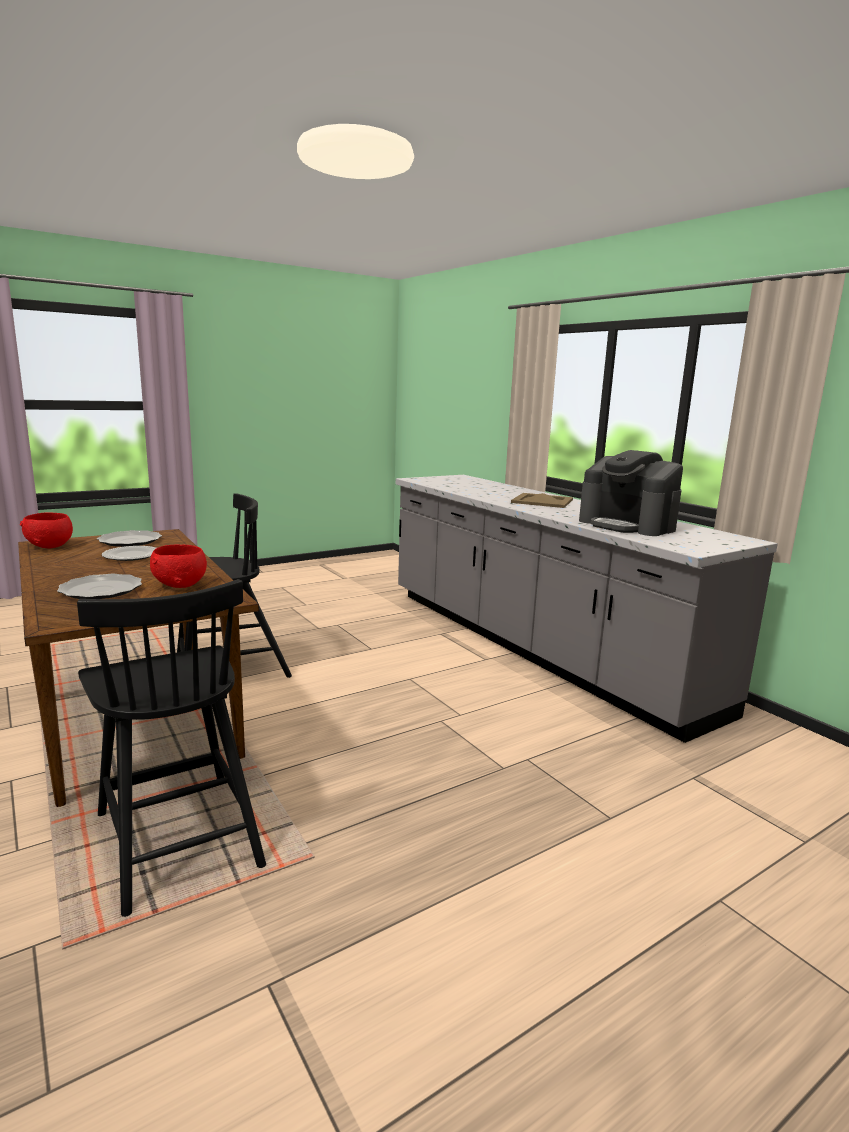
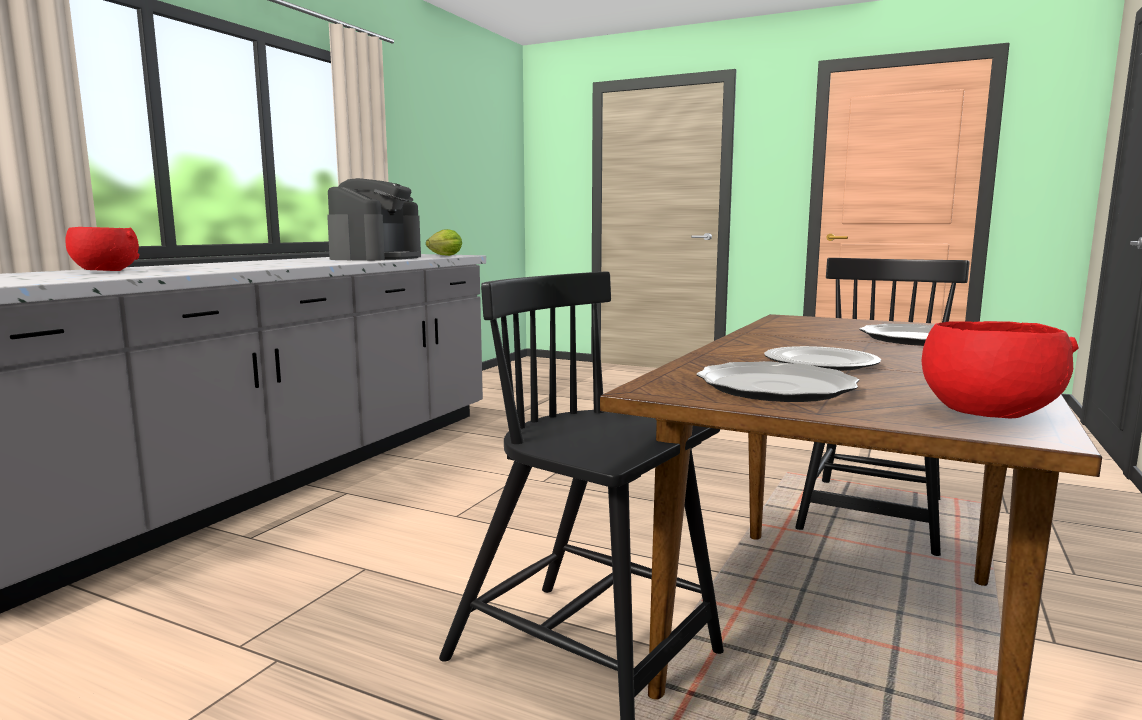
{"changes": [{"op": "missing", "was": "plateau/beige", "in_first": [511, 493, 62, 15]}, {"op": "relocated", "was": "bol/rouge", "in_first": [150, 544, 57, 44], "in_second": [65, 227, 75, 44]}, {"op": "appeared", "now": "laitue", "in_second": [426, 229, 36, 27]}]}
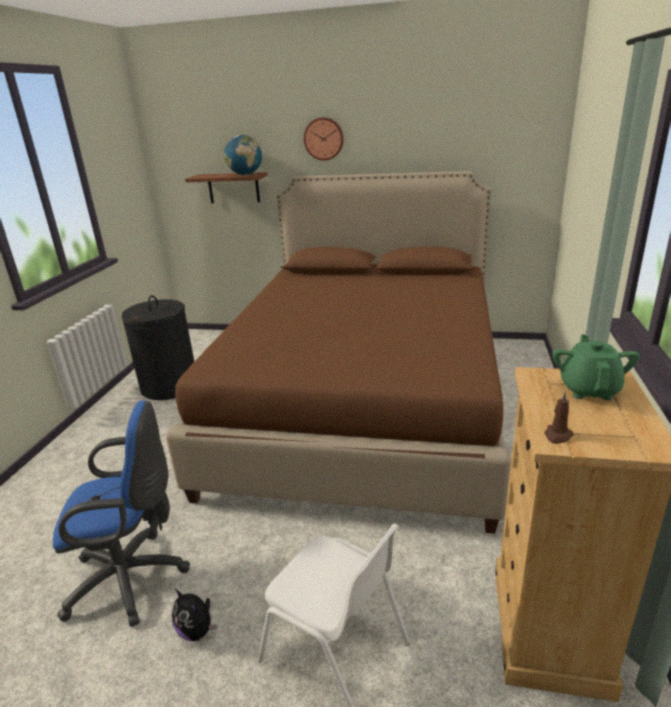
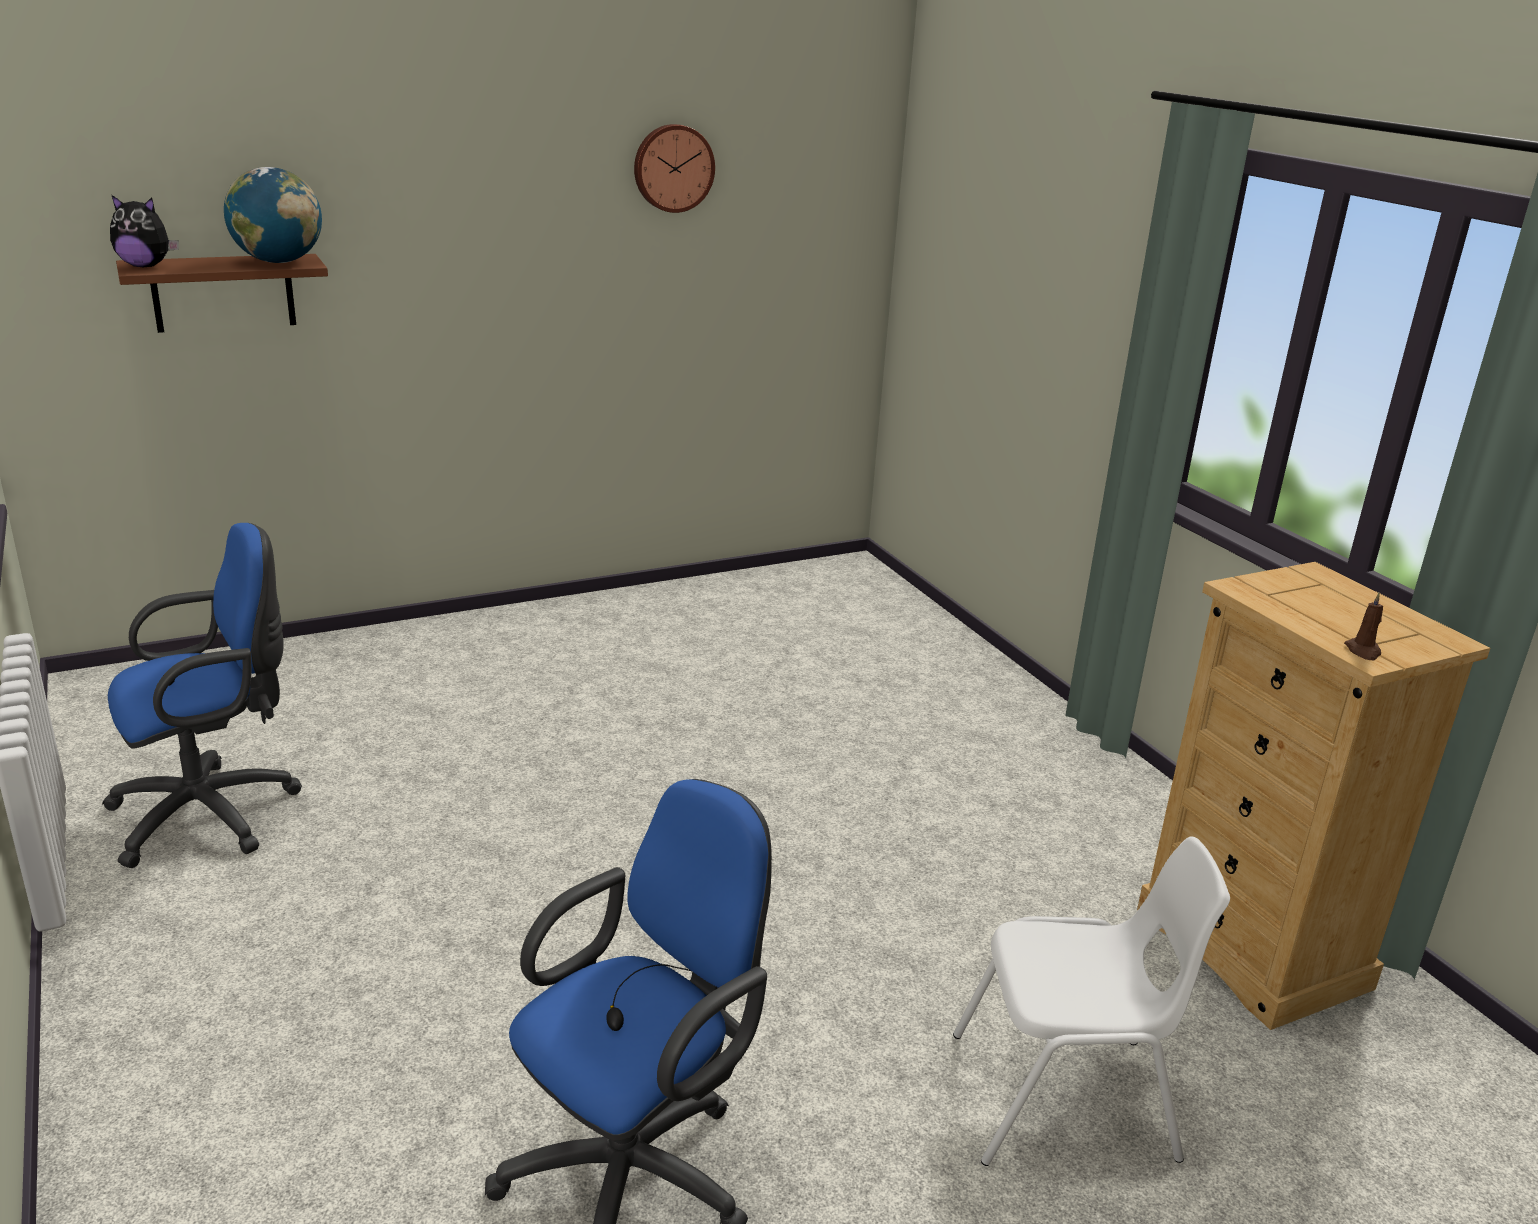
{"changes": [{"op": "relocated", "was": "horloge murale", "in_first": [304, 117, 40, 44], "in_second": [634, 124, 81, 89]}, {"op": "missing", "was": "lit/marron", "in_first": [166, 171, 345, 363]}, {"op": "exchanged", "was": "panier à linge/noir", "now": "chaise de bureau/bleu", "in_first": [122, 295, 72, 105], "in_second": [102, 523, 200, 345]}, {"op": "missing", "was": "théière/vert", "in_first": [552, 335, 88, 65]}, {"op": "relocated", "was": "peluche", "in_first": [172, 589, 45, 52], "in_second": [110, 195, 69, 72]}]}
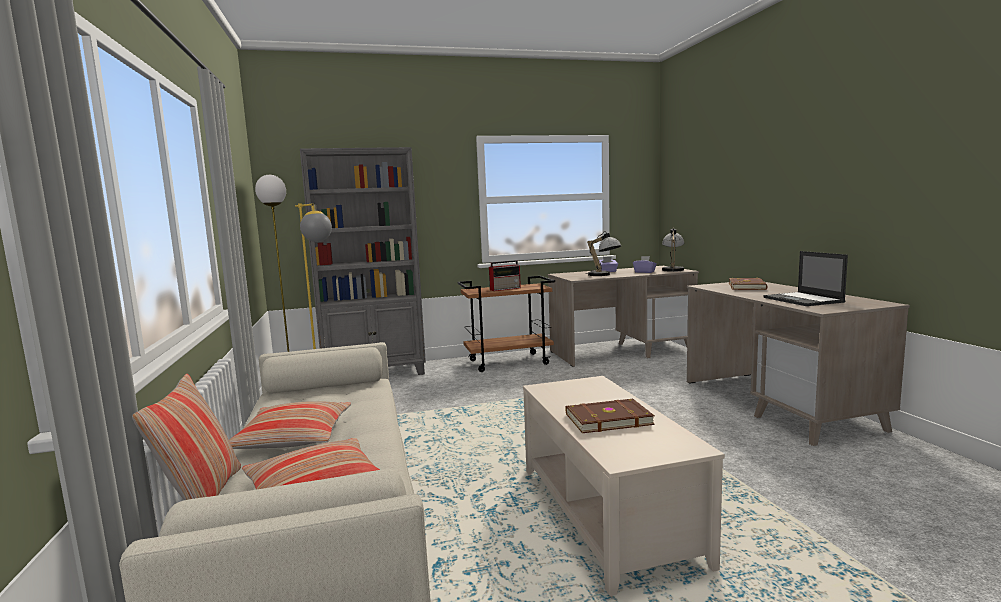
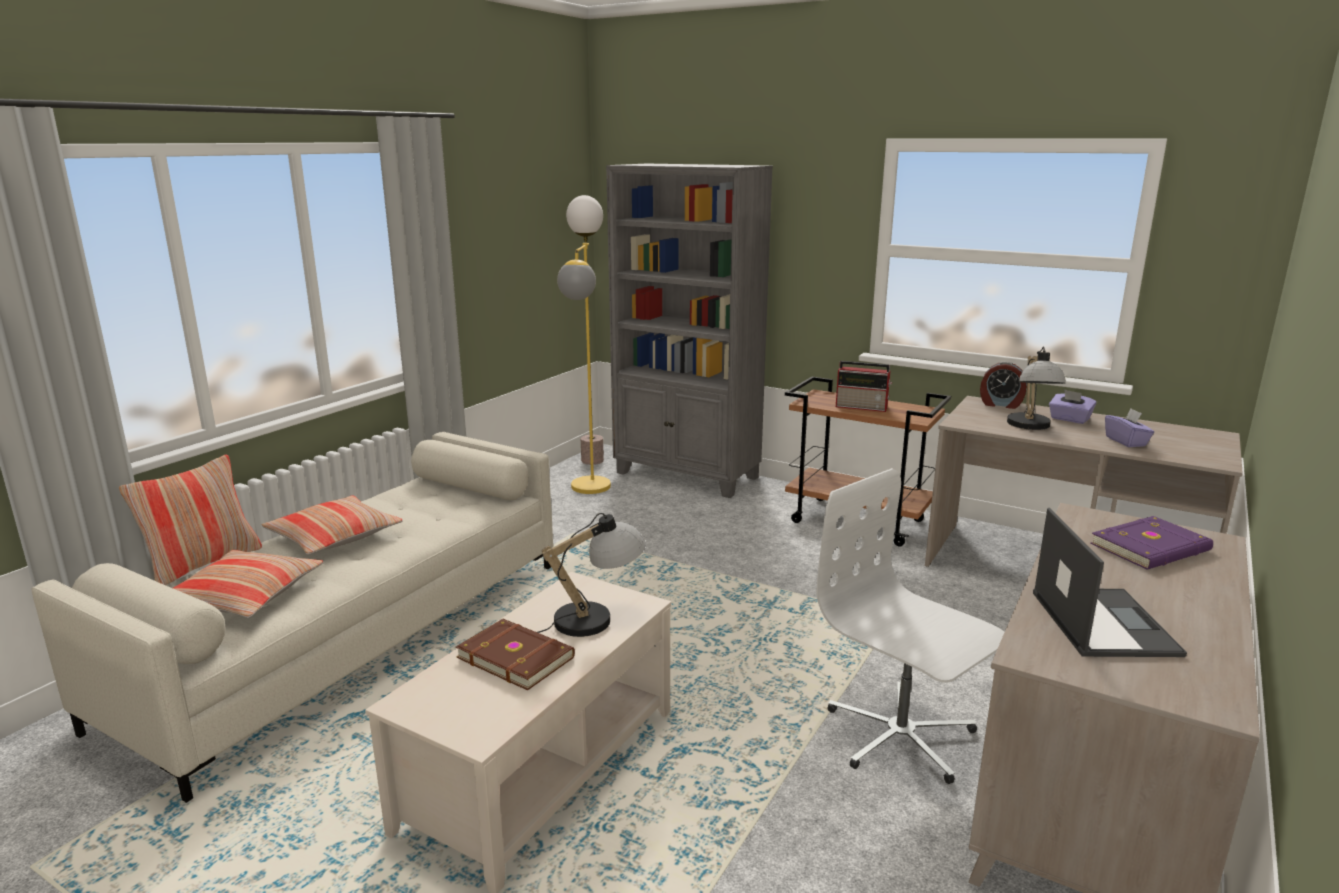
{"changes": [{"op": "relocated", "was": "lampe de table", "in_first": [662, 227, 22, 45], "in_second": [537, 513, 109, 124]}, {"op": "spun", "was": "ordinateur portable", "in_first": [763, 251, 85, 55], "in_second": [1033, 508, 154, 149], "clockwise": 150}, {"op": "colour", "was": "livre/marron", "now": "livre/violet", "in_first": [729, 278, 39, 12], "in_second": [1090, 516, 123, 54]}, {"op": "appeared", "now": "réveil", "in_second": [980, 362, 47, 47]}, {"op": "appeared", "now": "chaise de bureau/blanc", "in_second": [816, 468, 188, 316]}]}
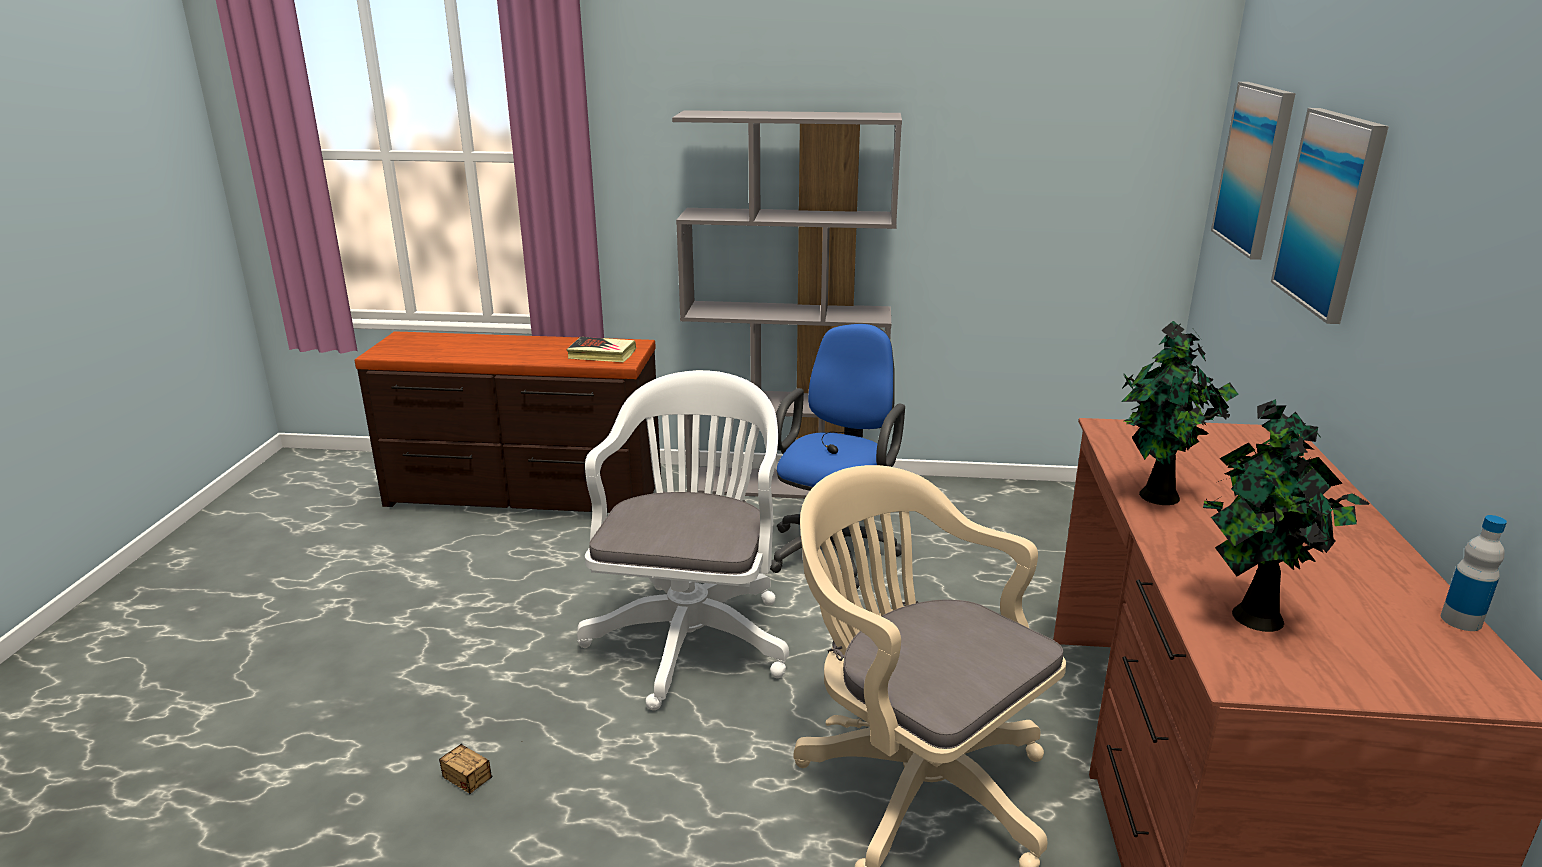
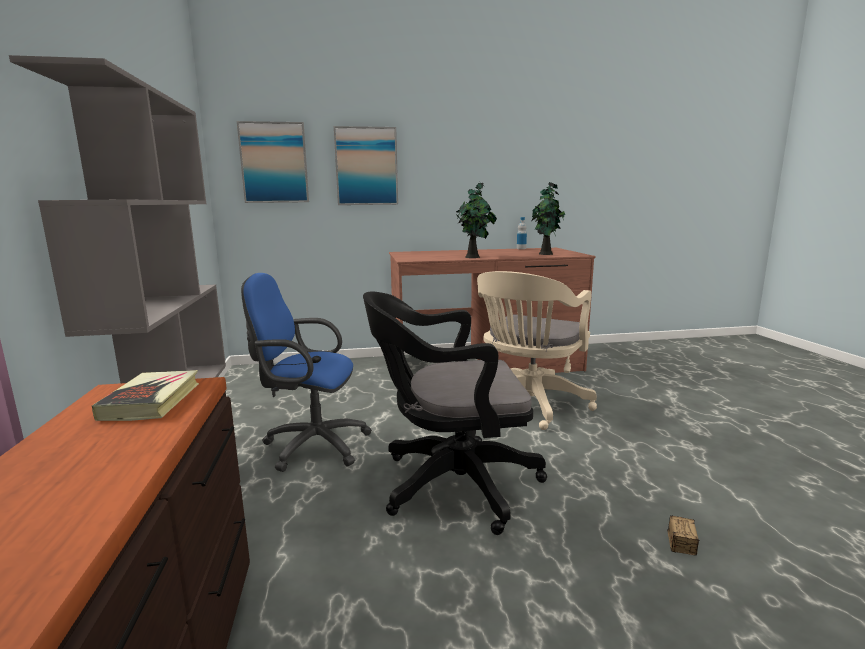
{"changes": [{"op": "colour", "was": "chaise de bureau/blanc", "now": "chaise de bureau/noir", "in_first": [577, 370, 212, 340], "in_second": [363, 292, 184, 243]}]}
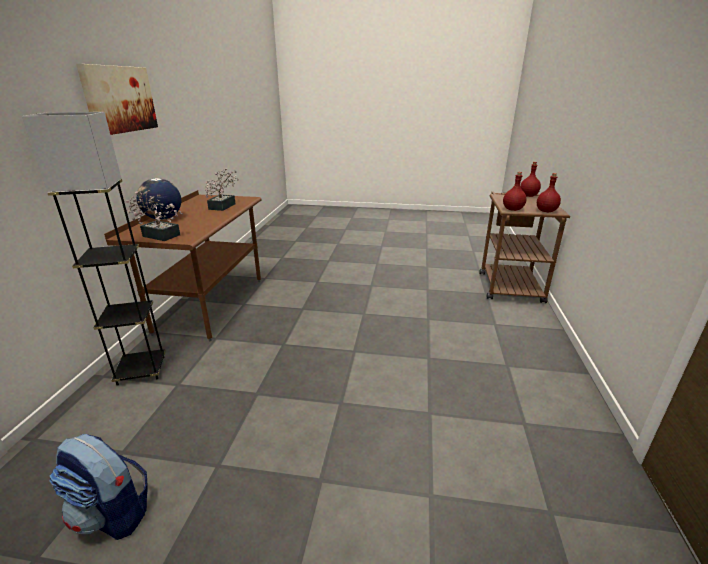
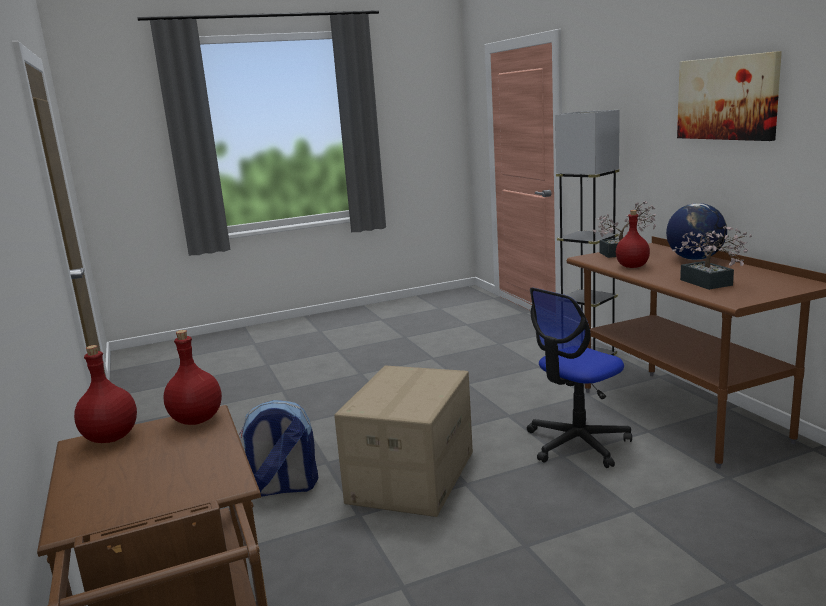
{"changes": [{"op": "relocated", "was": "bouteille/rouge", "in_first": [520, 162, 21, 35], "in_second": [616, 210, 34, 58]}, {"op": "relocated", "was": "sac à dos", "in_first": [49, 434, 99, 106], "in_second": [239, 400, 79, 97]}, {"op": "appeared", "now": "chaise de bureau", "in_second": [527, 287, 105, 181]}, {"op": "appeared", "now": "carton", "in_second": [334, 365, 139, 152]}]}
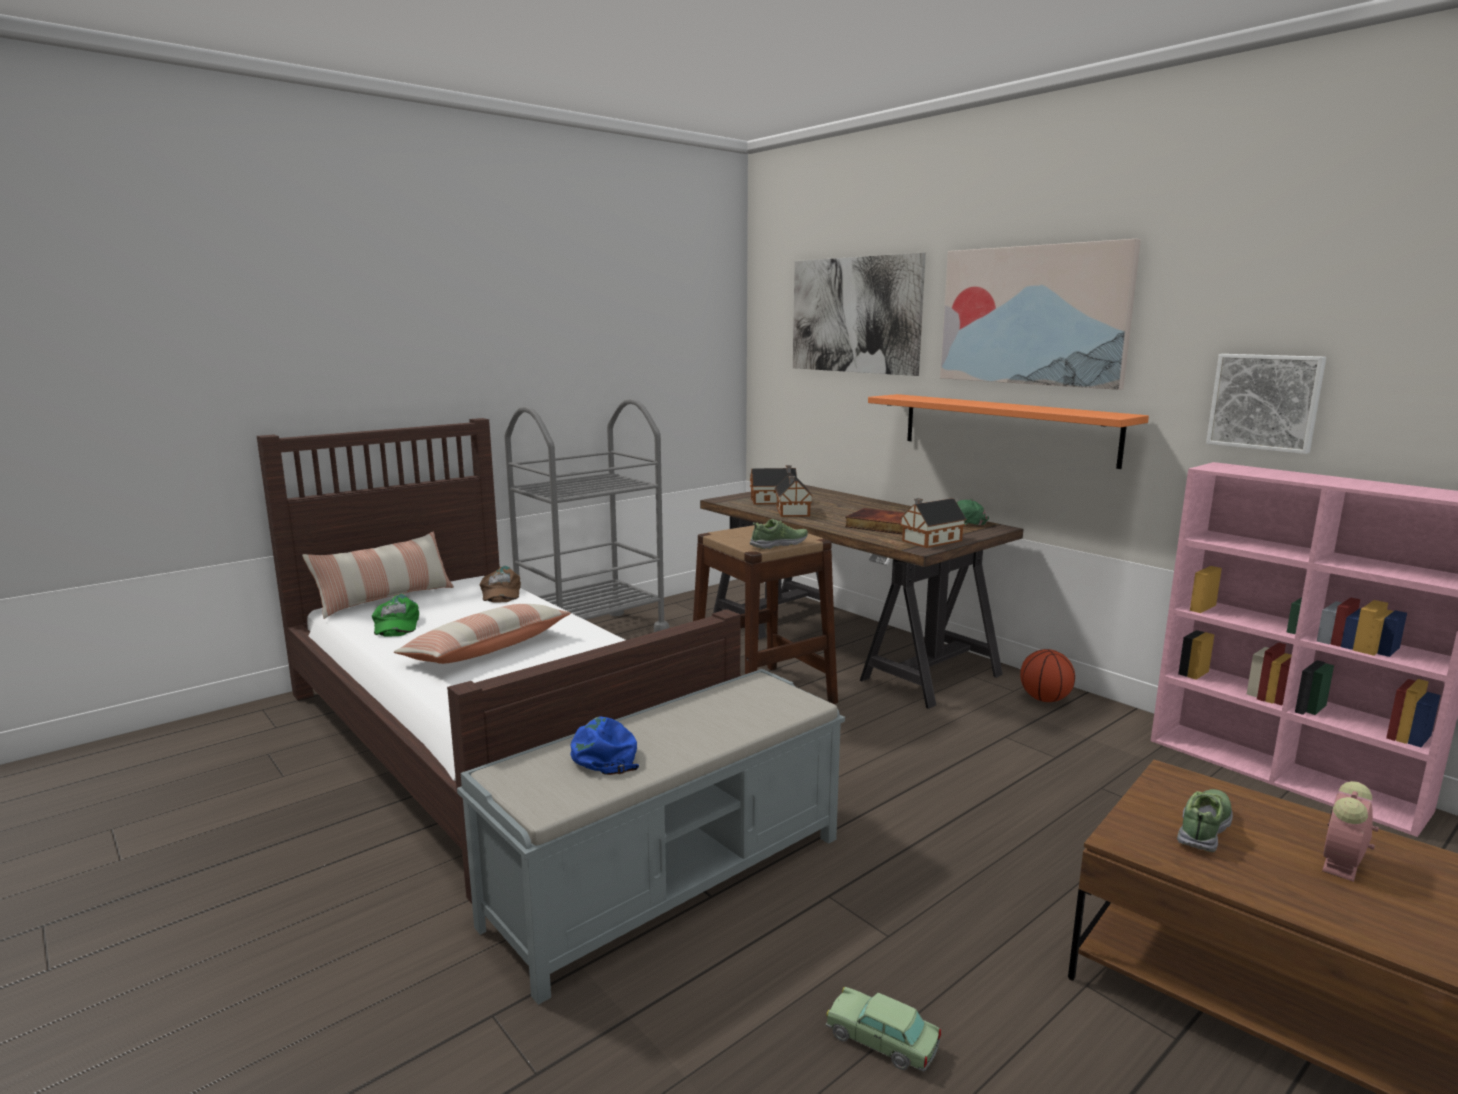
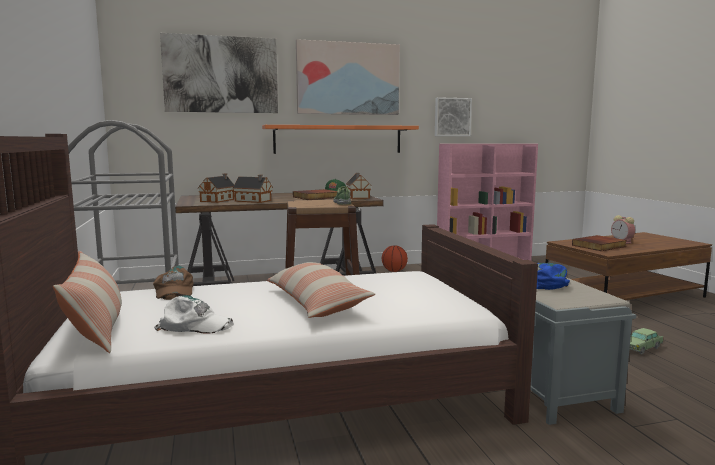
{"changes": [{"op": "spun", "was": "casquette/marron", "in_first": [480, 566, 41, 37], "in_second": [153, 265, 40, 35], "clockwise": 60}, {"op": "colour", "was": "casquette/vert", "now": "casquette/blanc", "in_first": [372, 594, 47, 43], "in_second": [154, 295, 80, 38]}, {"op": "exchanged", "was": "chaussure", "now": "livre", "in_first": [1177, 789, 56, 63], "in_second": [572, 235, 55, 16]}]}
